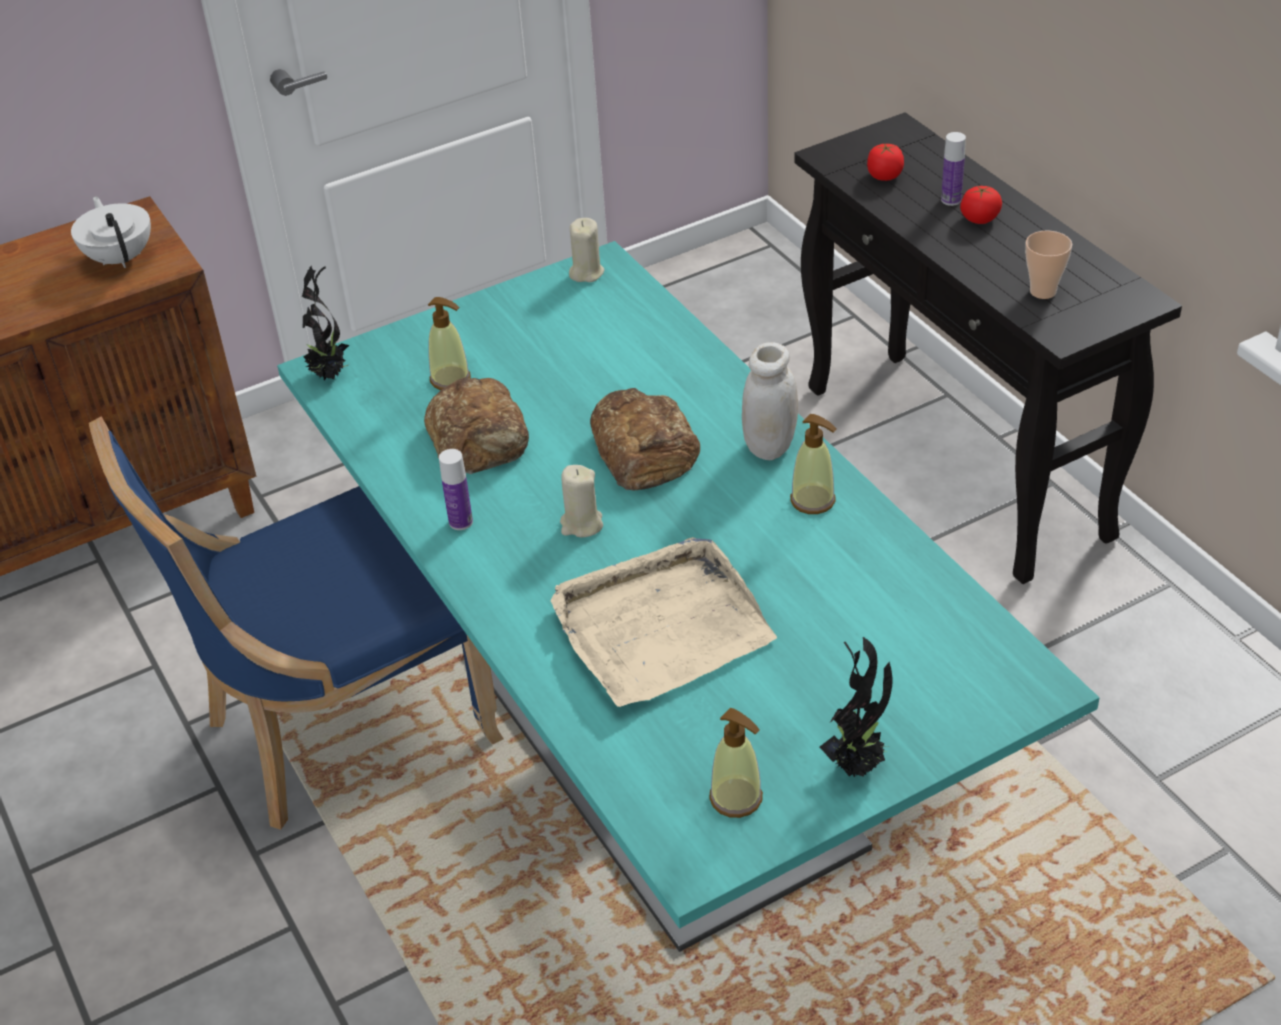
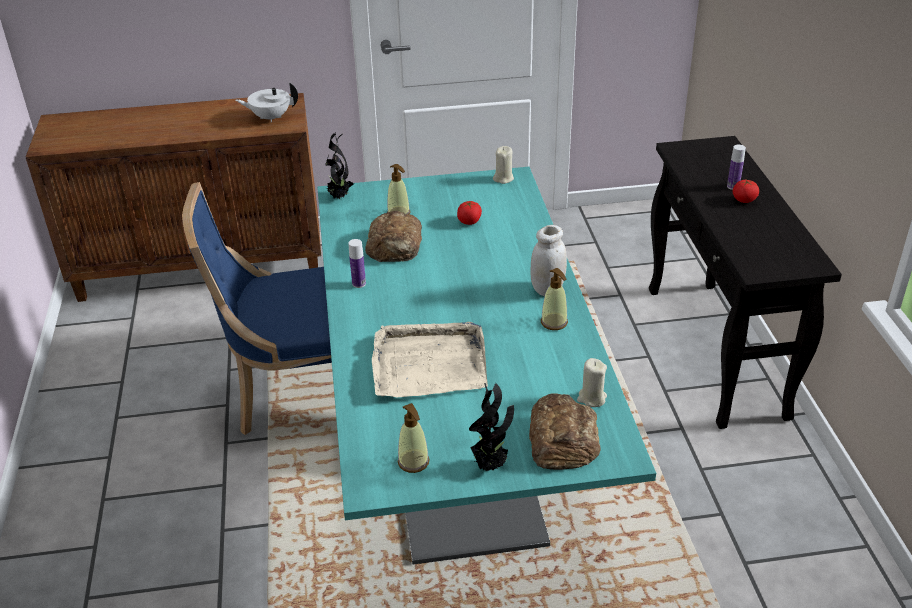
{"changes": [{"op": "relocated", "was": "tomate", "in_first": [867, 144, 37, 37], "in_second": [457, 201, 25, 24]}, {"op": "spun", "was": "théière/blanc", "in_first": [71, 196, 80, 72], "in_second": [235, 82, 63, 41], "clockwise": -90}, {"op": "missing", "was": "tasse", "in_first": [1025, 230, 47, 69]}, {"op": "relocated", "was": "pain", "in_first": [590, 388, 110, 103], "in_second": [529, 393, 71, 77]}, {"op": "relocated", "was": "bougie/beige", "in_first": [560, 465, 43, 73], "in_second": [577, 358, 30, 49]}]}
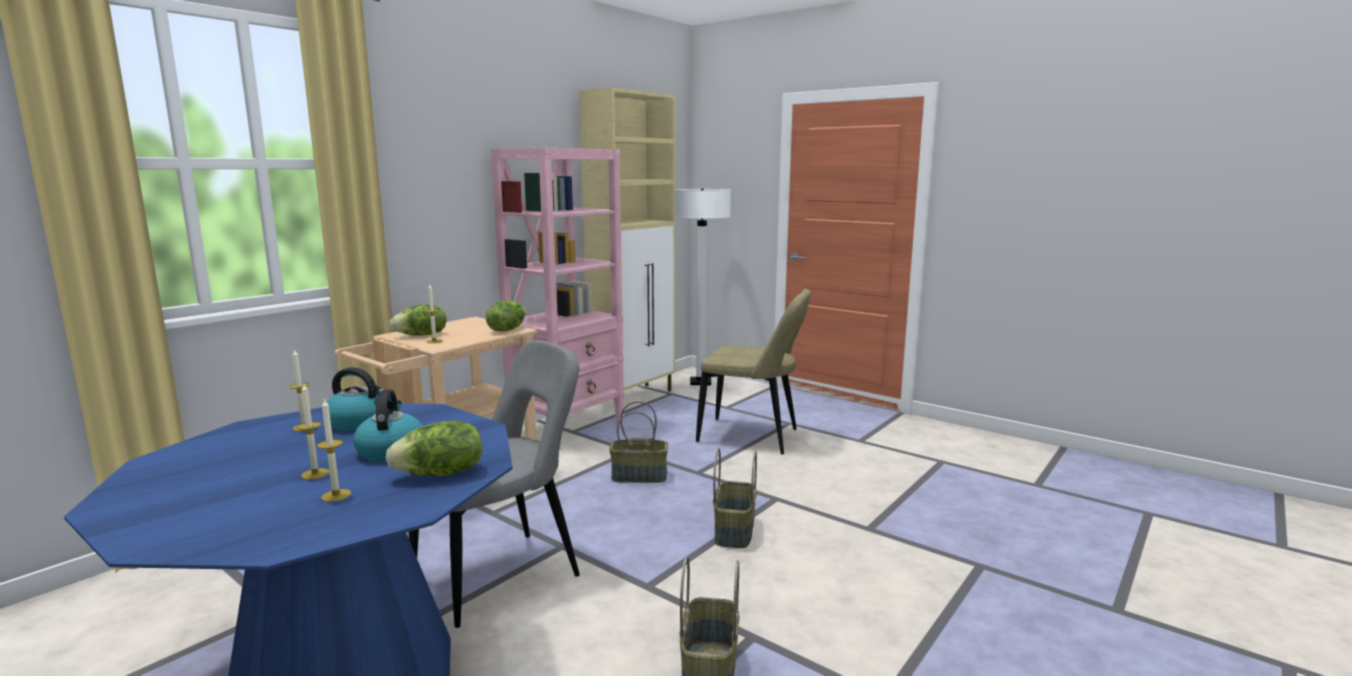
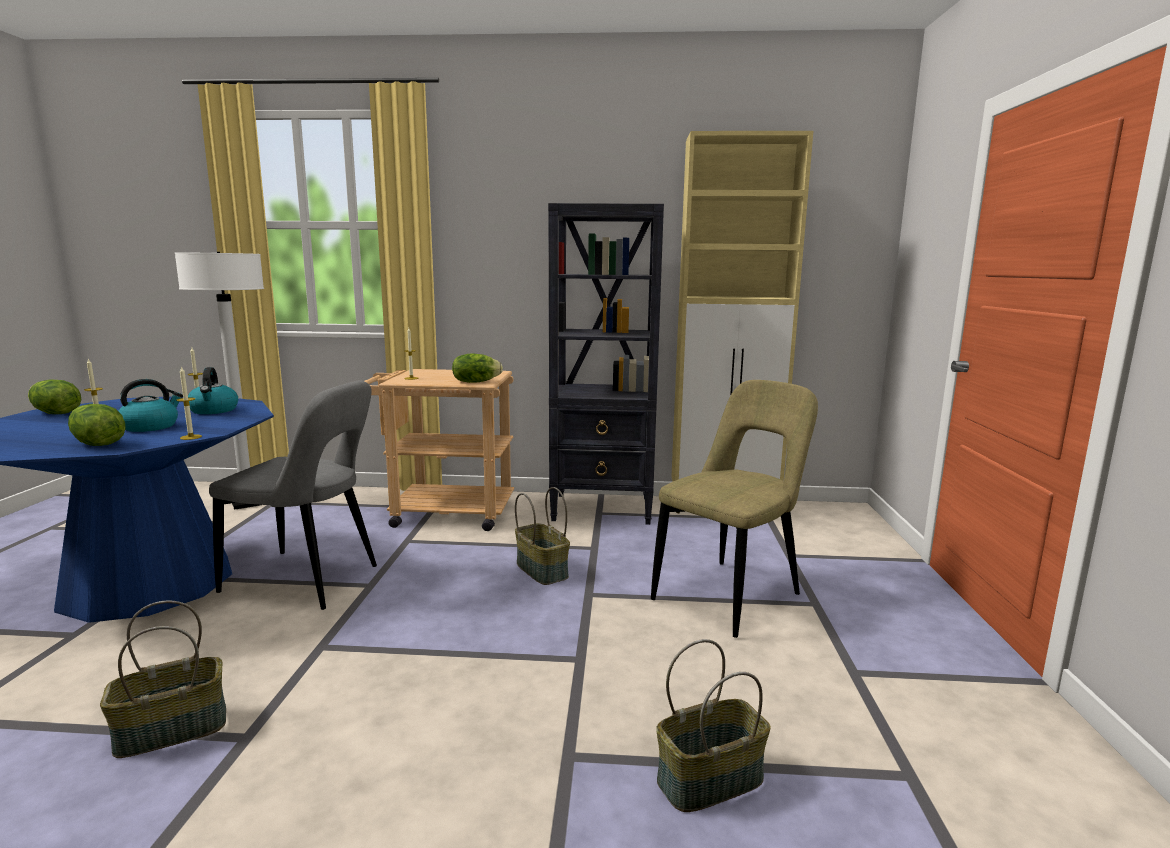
{"changes": [{"op": "colour", "was": "bibliothèque/rose", "now": "bibliothèque/noir", "in_first": [491, 148, 134, 301], "in_second": [548, 203, 116, 322]}, {"op": "relocated", "was": "lampadaire/blanc", "in_first": [675, 188, 56, 197], "in_second": [175, 252, 89, 258]}, {"op": "spun", "was": "chaise/beige", "in_first": [696, 289, 115, 166], "in_second": [651, 380, 167, 258], "clockwise": -120}, {"op": "relocated", "was": "laitue", "in_first": [390, 304, 56, 32], "in_second": [28, 380, 53, 34]}, {"op": "relocated", "was": "bougie", "in_first": [317, 398, 34, 104], "in_second": [176, 366, 26, 74]}, {"op": "relocated", "was": "panier", "in_first": [713, 448, 44, 100], "in_second": [656, 639, 115, 173]}]}
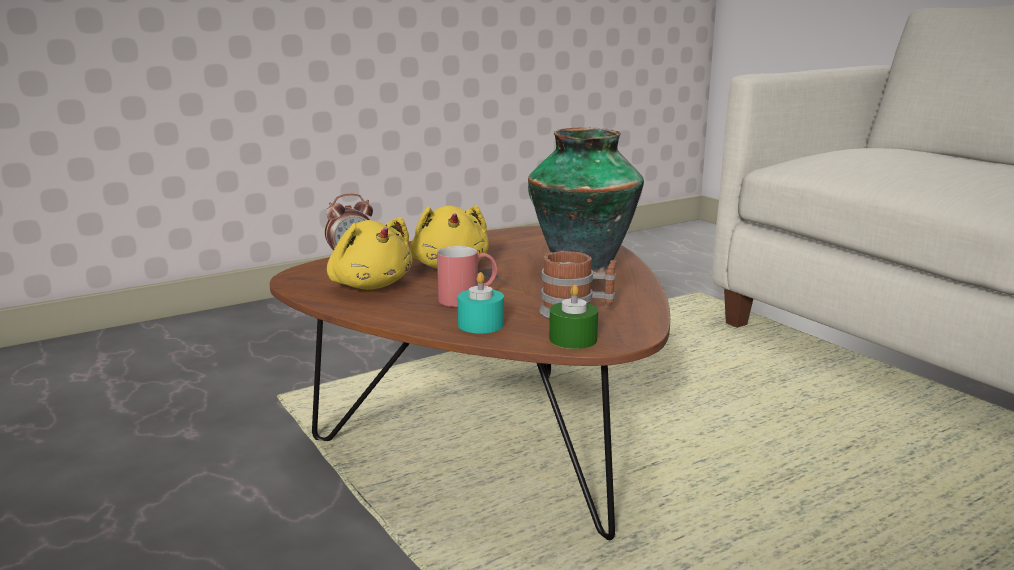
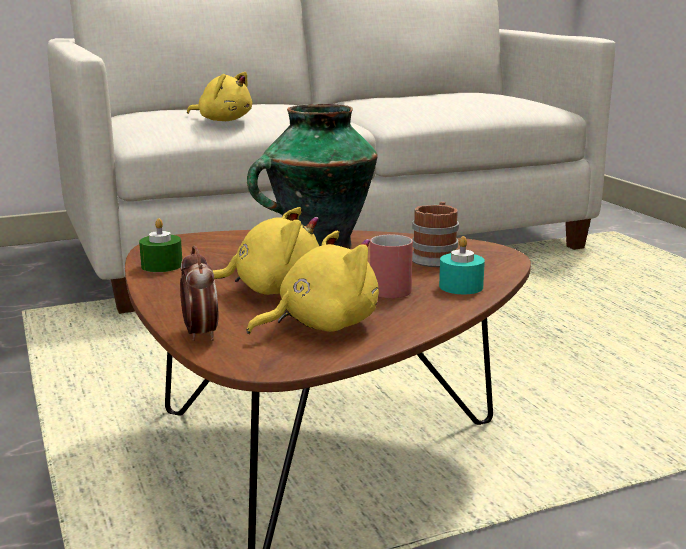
{"changes": [{"op": "relocated", "was": "bougie/vert", "in_first": [549, 285, 49, 64], "in_second": [139, 218, 43, 54]}, {"op": "appeared", "now": "peluche/jaune", "in_second": [187, 72, 65, 49]}]}
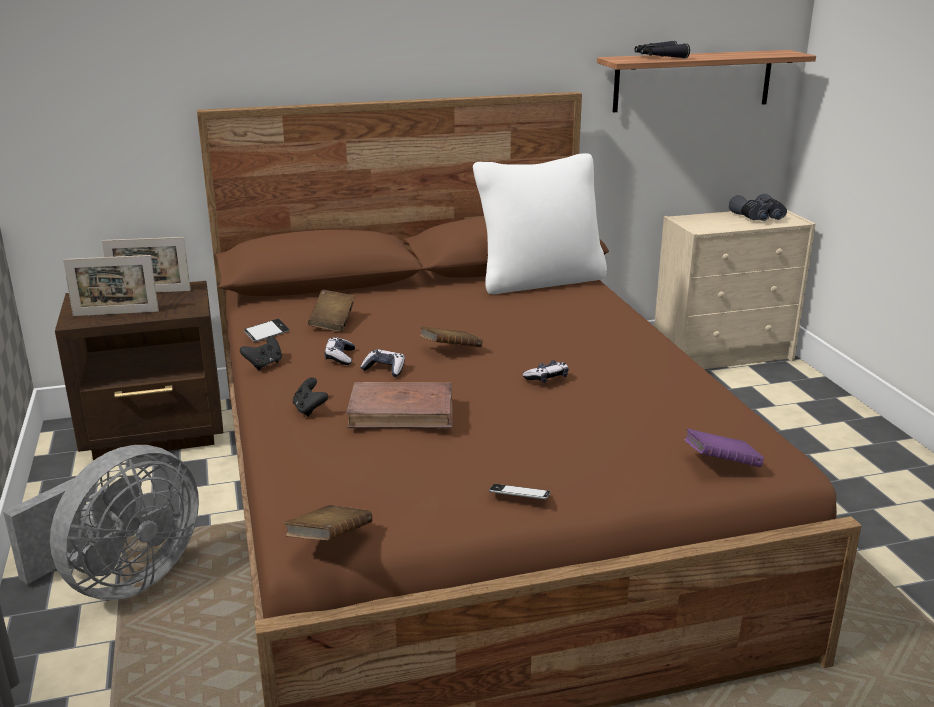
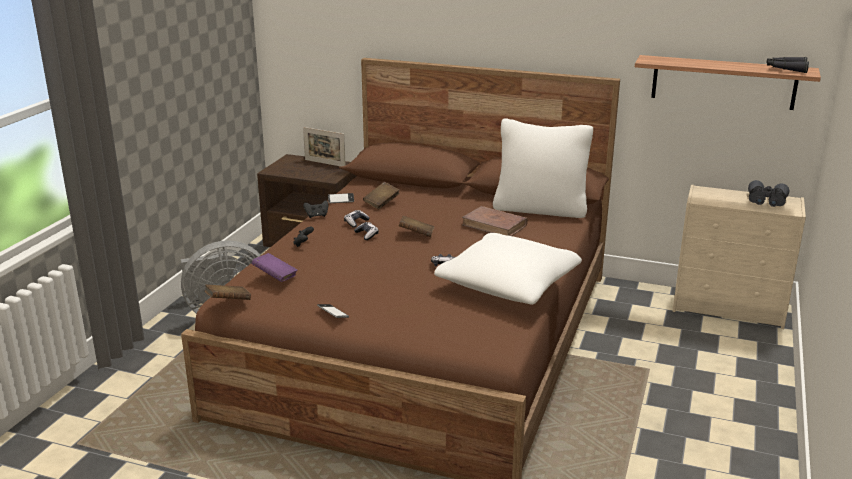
{"changes": [{"op": "relocated", "was": "jumelles/noir", "in_first": [634, 40, 56, 19], "in_second": [767, 57, 42, 16]}, {"op": "missing", "was": "cadre photo", "in_first": [63, 255, 96, 61]}, {"op": "relocated", "was": "livre/marron", "in_first": [346, 382, 106, 46], "in_second": [462, 206, 66, 30]}, {"op": "relocated", "was": "livre/violet", "in_first": [684, 429, 80, 38], "in_second": [252, 253, 45, 29]}, {"op": "appeared", "now": "coussin/blanc", "in_second": [434, 233, 148, 72]}]}
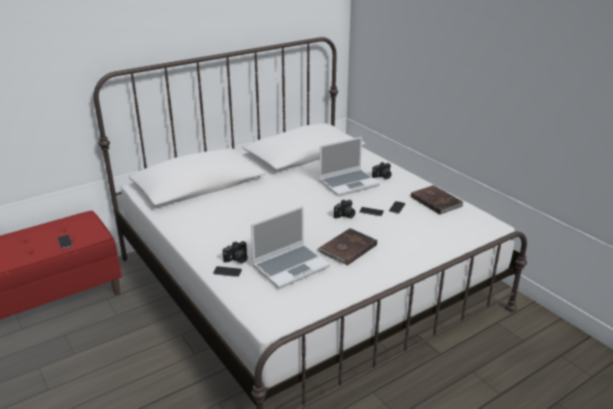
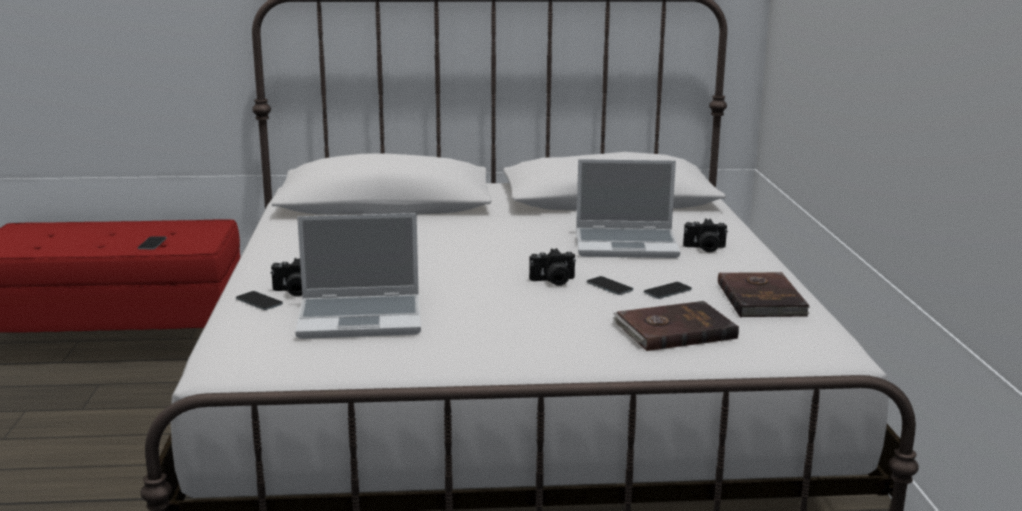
{"changes": [{"op": "relocated", "was": "livre/marron", "in_first": [317, 228, 60, 38], "in_second": [613, 301, 126, 50]}]}
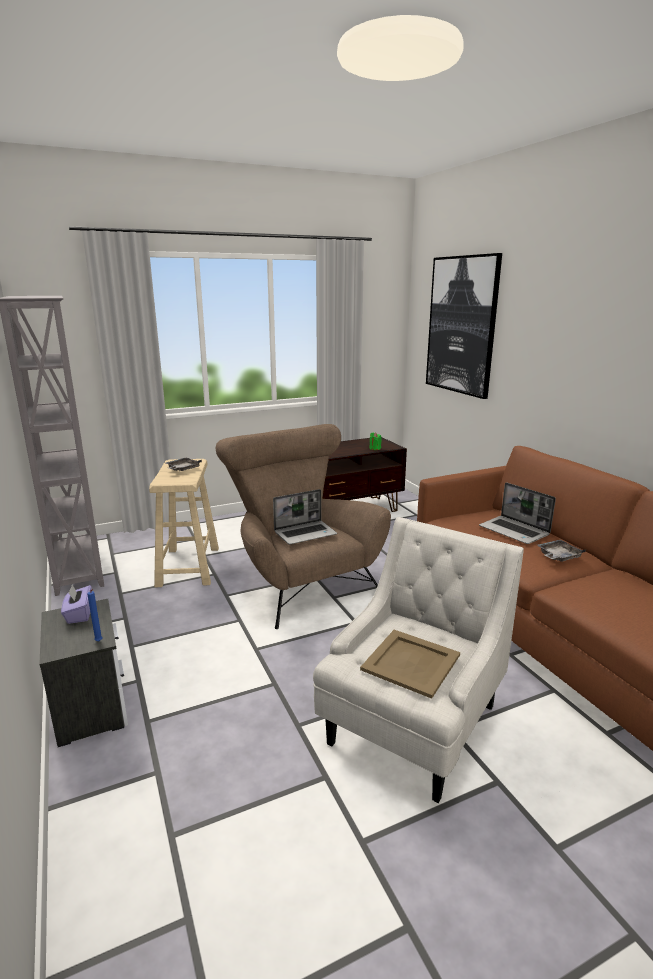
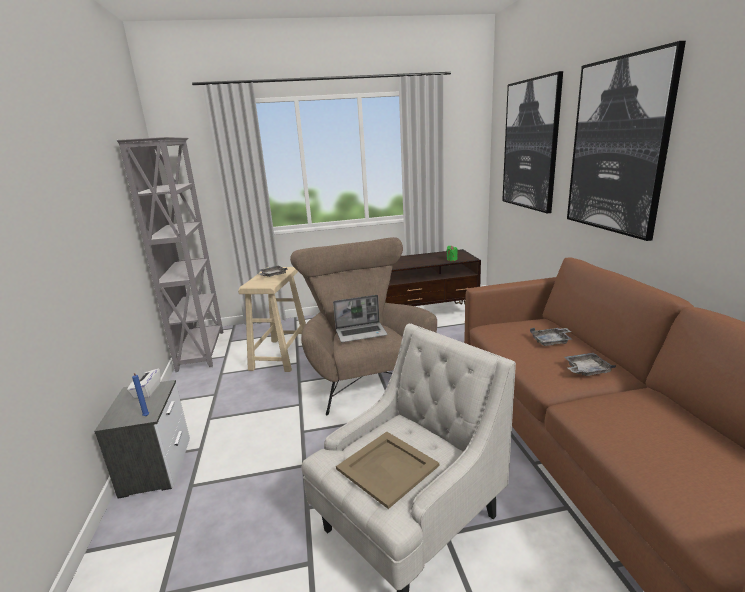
{"changes": [{"op": "exchanged", "was": "ordinateur portable", "now": "plateau/gris", "in_first": [479, 482, 77, 62], "in_second": [530, 328, 42, 18]}, {"op": "colour", "was": "boîte à mouchoirs/violet", "now": "boîte à mouchoirs/blanc", "in_first": [61, 585, 31, 39], "in_second": [127, 367, 33, 32]}, {"op": "appeared", "now": "tableau", "in_second": [567, 41, 119, 200]}]}
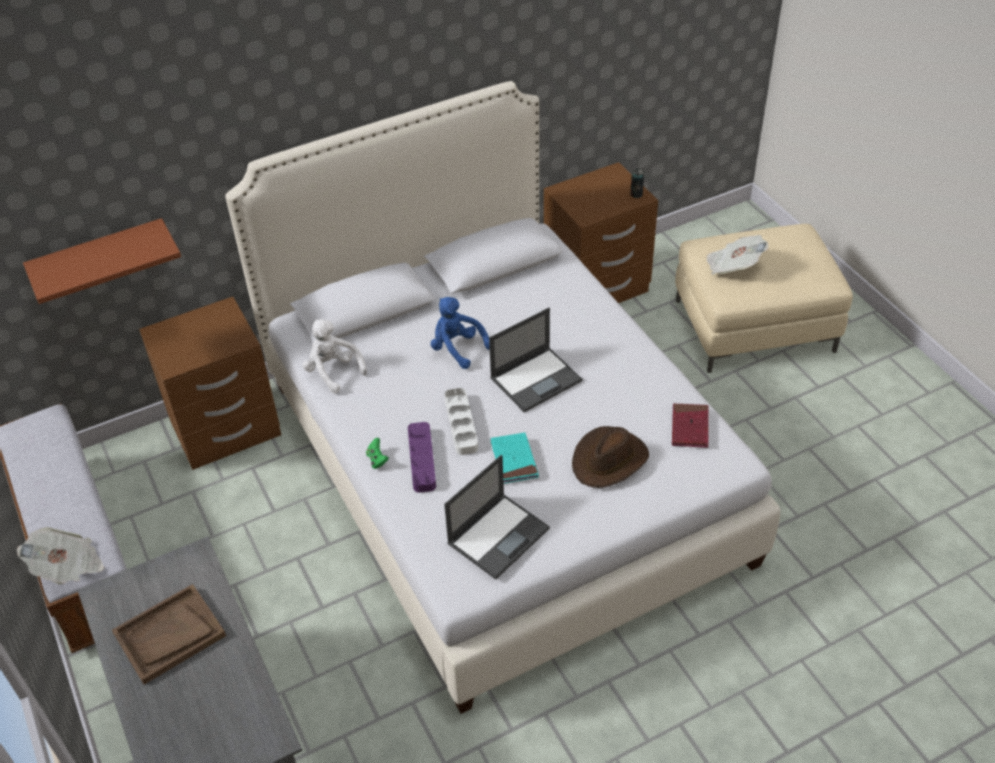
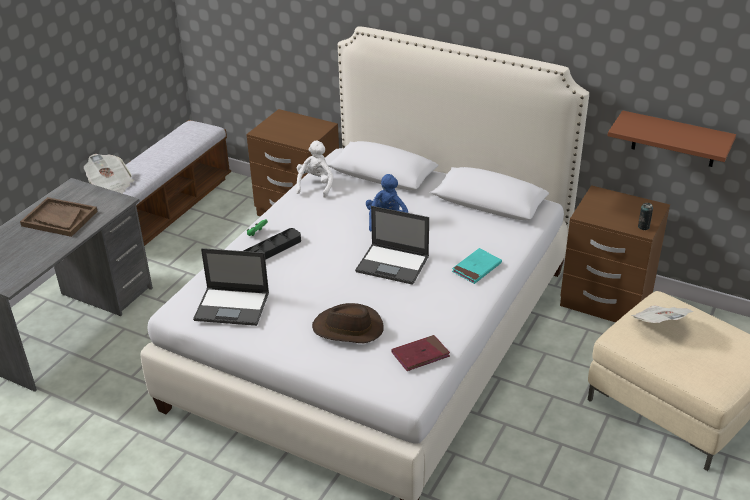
{"changes": [{"op": "relocated", "was": "étagère/marron", "in_first": [23, 218, 158, 86], "in_second": [608, 111, 128, 56]}, {"op": "missing", "was": "plateau/blanc", "in_first": [445, 388, 33, 67]}, {"op": "colour", "was": "plateau/violet", "now": "plateau/noir", "in_first": [408, 422, 28, 71], "in_second": [244, 228, 57, 32]}, {"op": "relocated", "was": "livre/turquoise", "in_first": [491, 432, 48, 52], "in_second": [452, 248, 50, 36]}]}
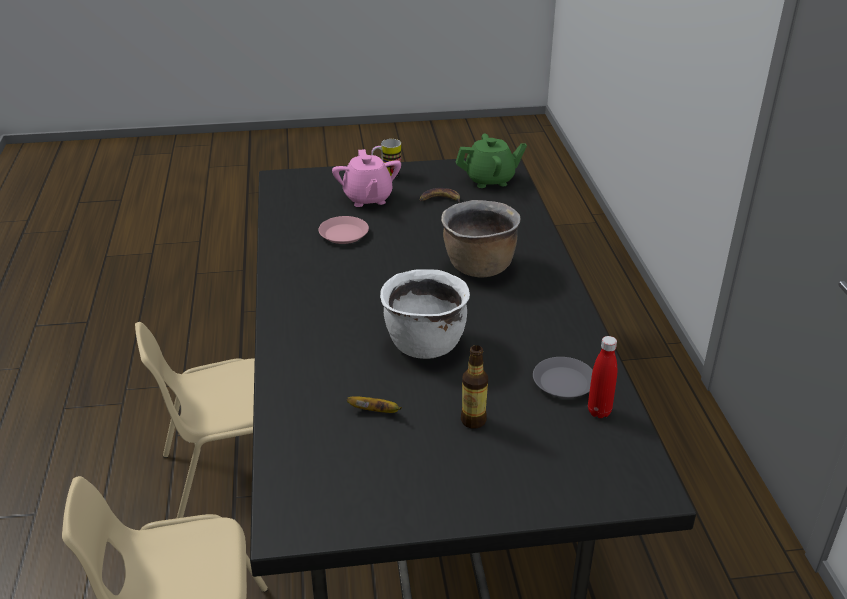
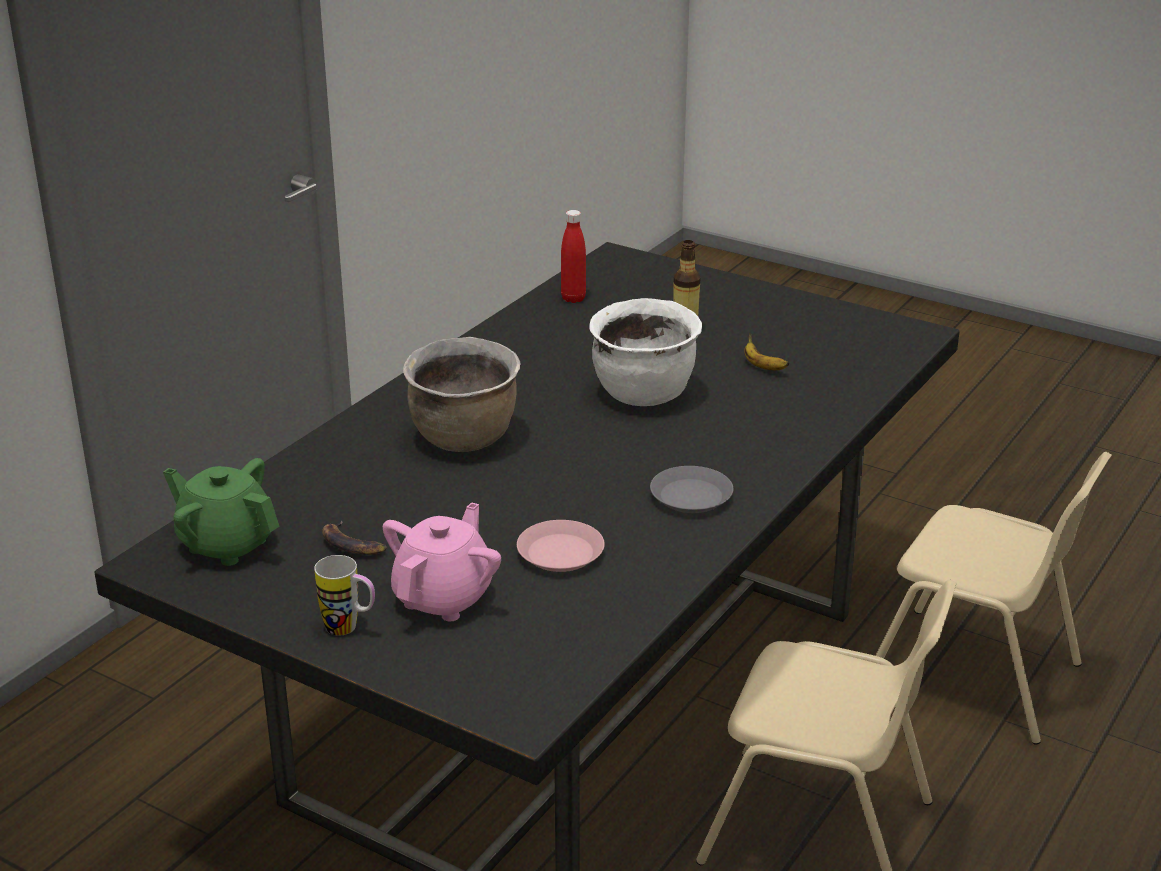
{"changes": [{"op": "relocated", "was": "assiette/gris", "in_first": [533, 357, 60, 41], "in_second": [650, 466, 84, 47]}]}
